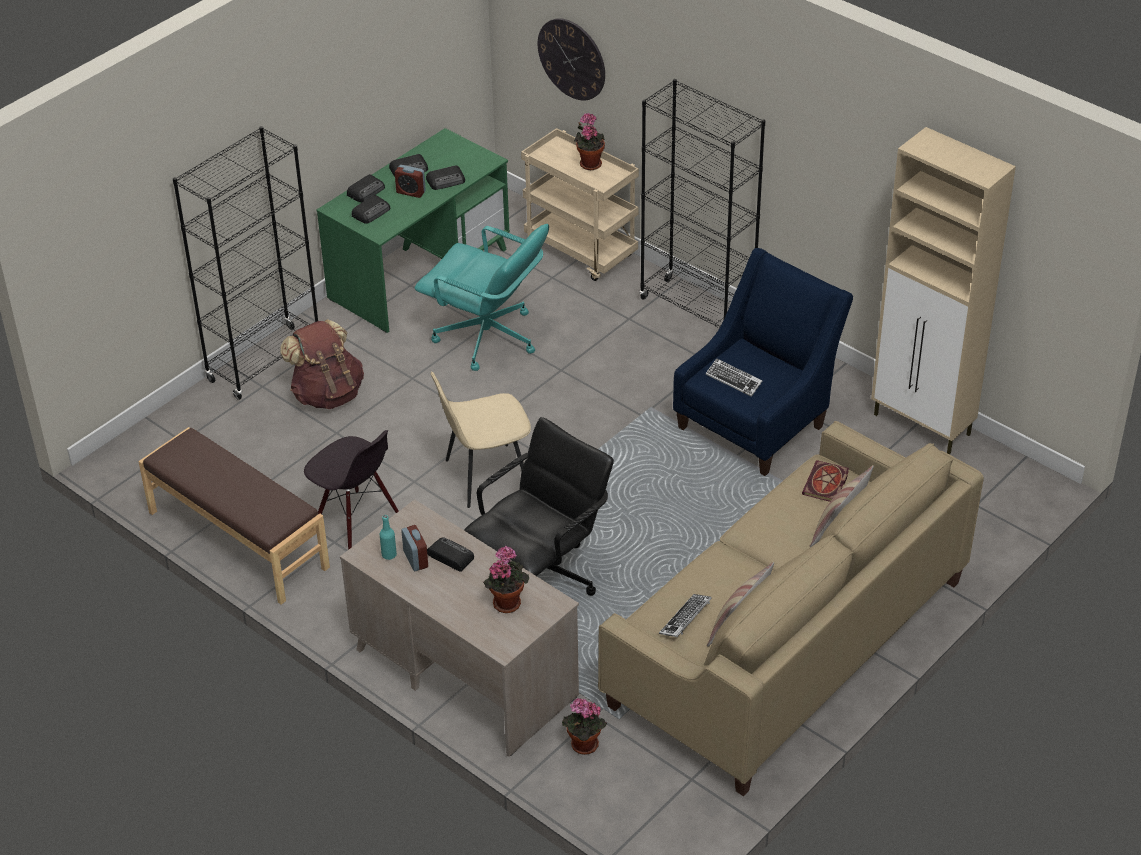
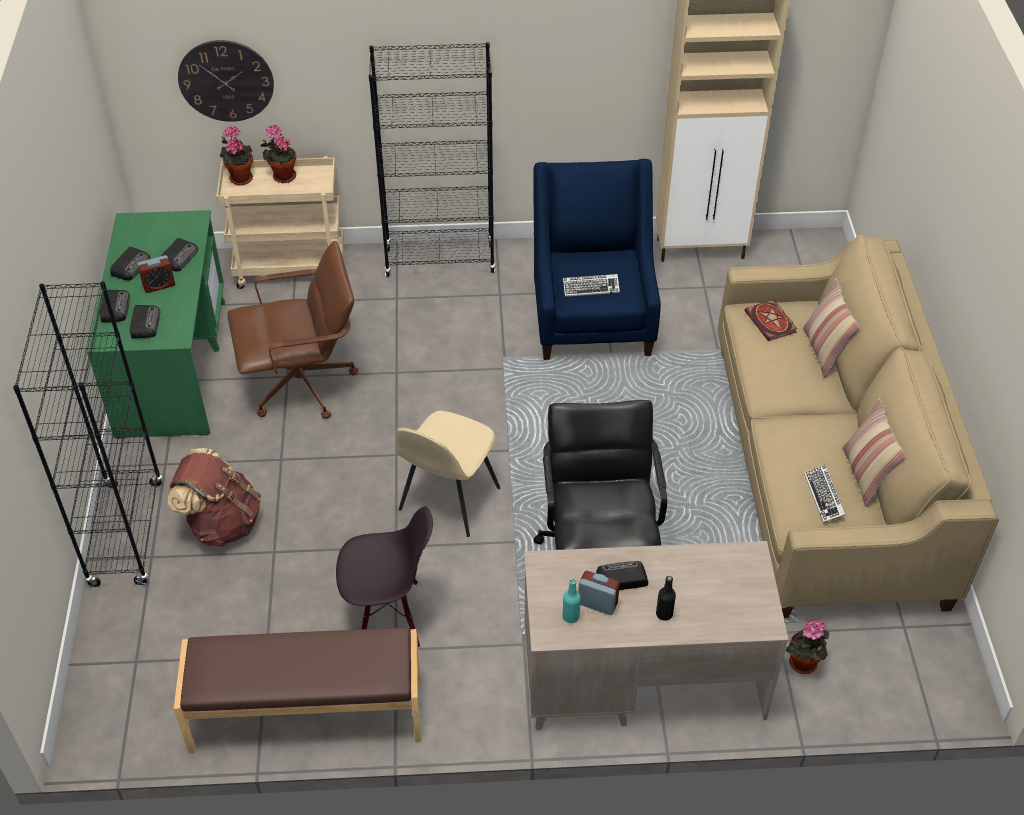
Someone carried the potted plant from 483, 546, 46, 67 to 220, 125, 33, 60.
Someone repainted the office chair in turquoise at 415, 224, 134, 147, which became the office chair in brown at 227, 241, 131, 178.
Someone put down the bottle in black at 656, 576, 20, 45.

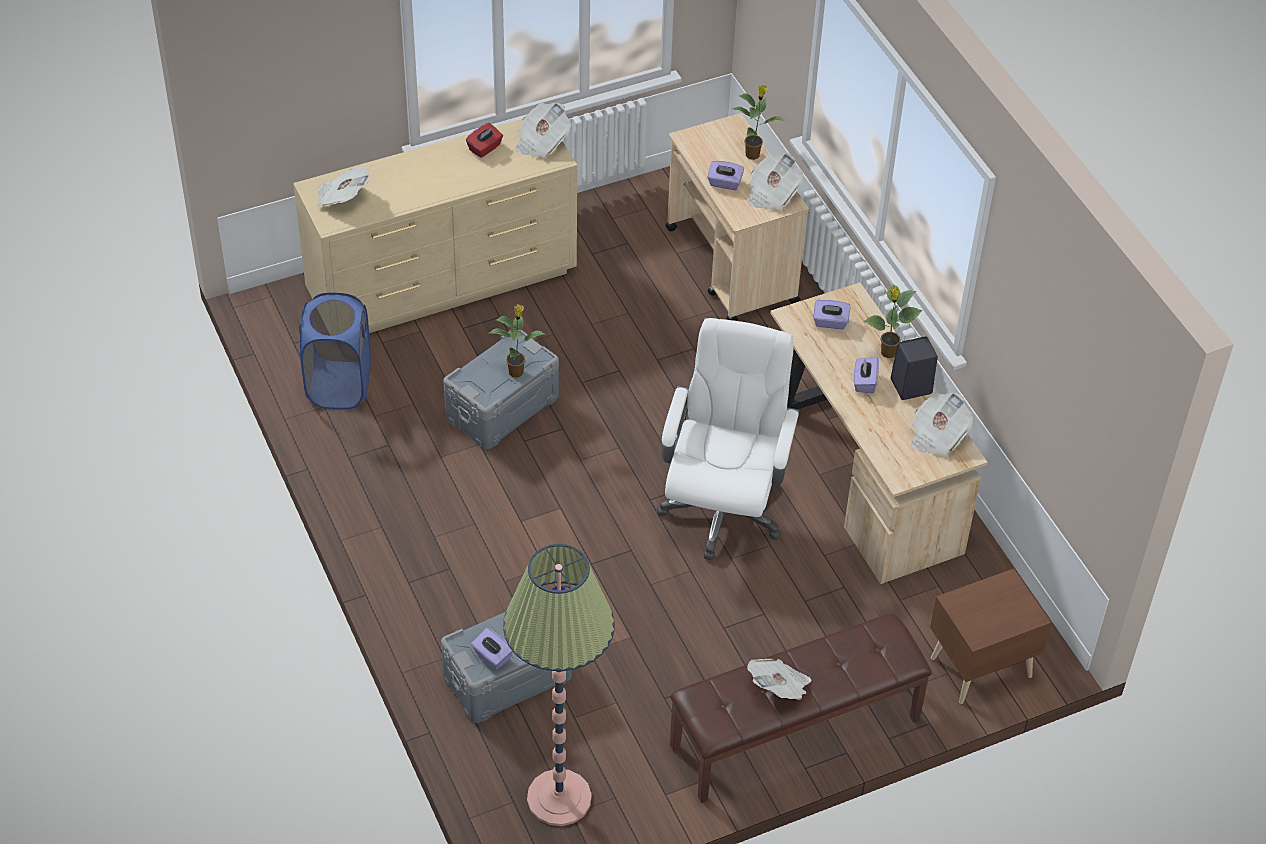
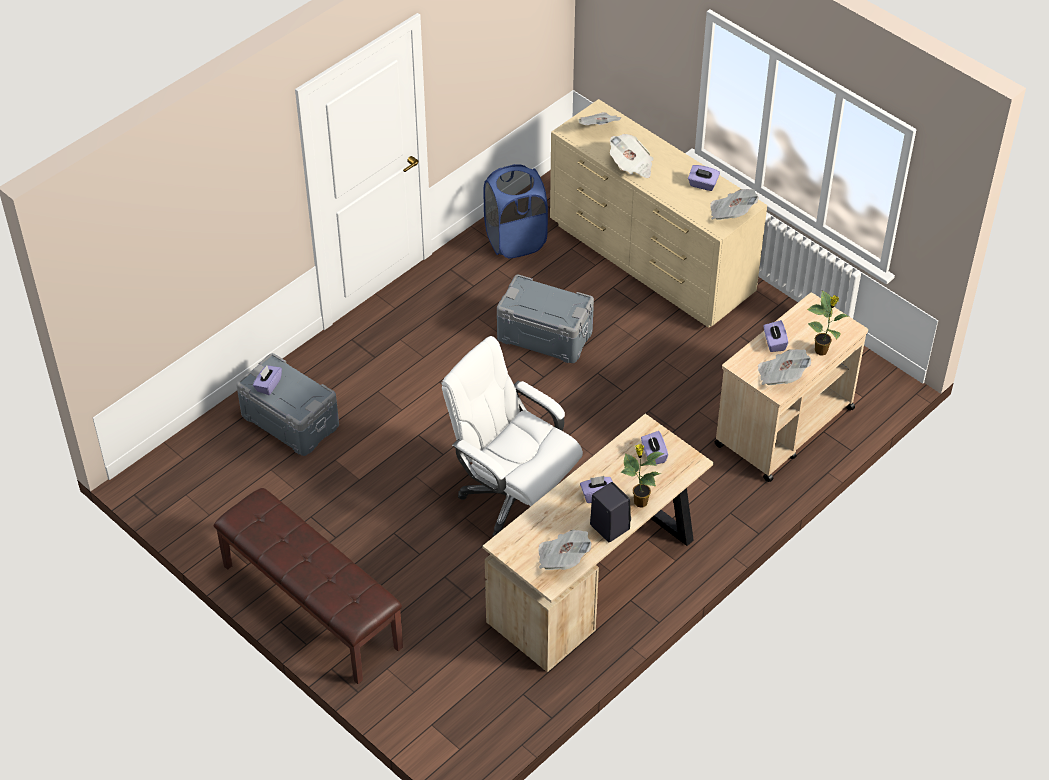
Someone rotated the office chair in white at 657, 318, 142, 242 by 135 degrees counterclockwise.
Someone carried the newspaper from 747, 659, 64, 41 to 610, 134, 43, 44.
Someone repainted the tissue box in red at 466, 123, 37, 35, which became the tissue box in purple at 688, 165, 32, 26.
Someone took away the potted plant at 489, 304, 56, 74.
Someone took away the floor lamp at 503, 544, 112, 282.
Someone took away the nightstand in brown at 930, 568, 121, 136.

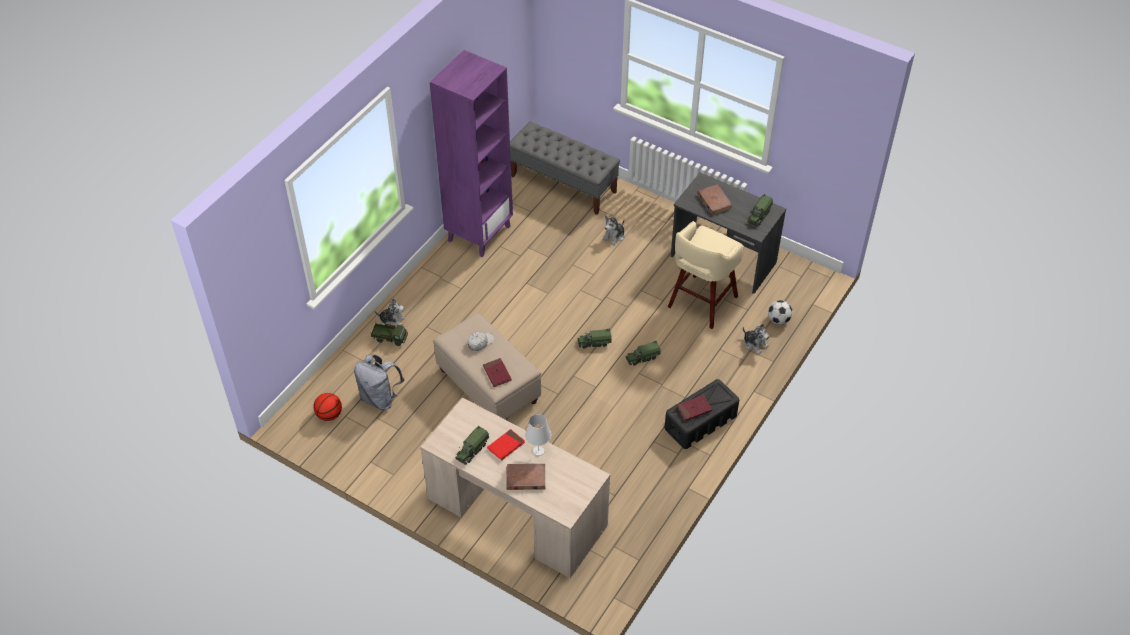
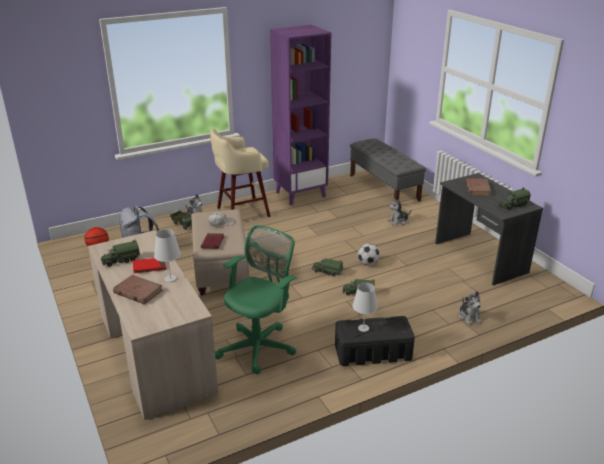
Someone carried the stool in beige from 668, 221, 76, 108 to 210, 128, 61, 89.
Someone put down the office chair in green at 215, 225, 82, 149.
Someone swapped the book in red at 677, 395, 35, 26 for the table lamp in white at 352, 283, 26, 49.
Someone carried the football from 768, 300, 24, 25 to 358, 244, 22, 22.

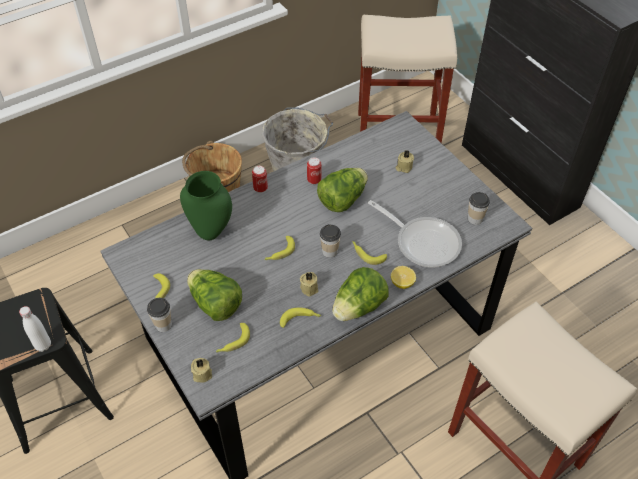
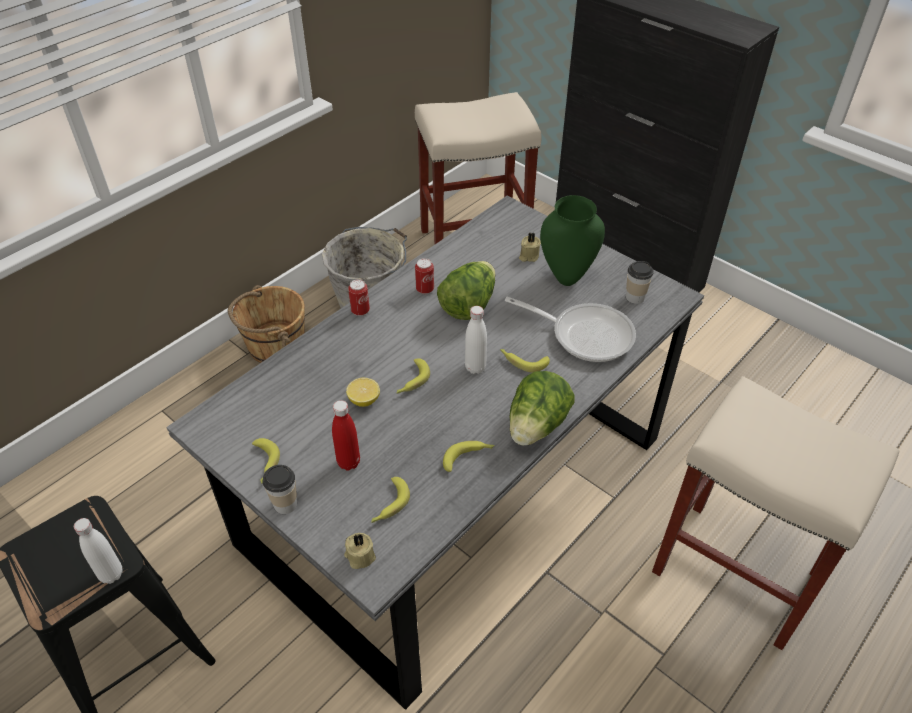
Someone swapped the lettuce at 187, 269, 55, 52 for the bottle in red at 332, 400, 28, 70.
Someone carried the lemon from 391, 266, 25, 23 to 346, 378, 34, 29.
Someone swapped the cup at 320, 224, 21, 34 for the bottle in white at 465, 306, 22, 68.
Someone carried the vase in green from 180, 171, 52, 69 to 540, 195, 65, 91.
Someone took away the candle in beige at 300, 272, 18, 25.

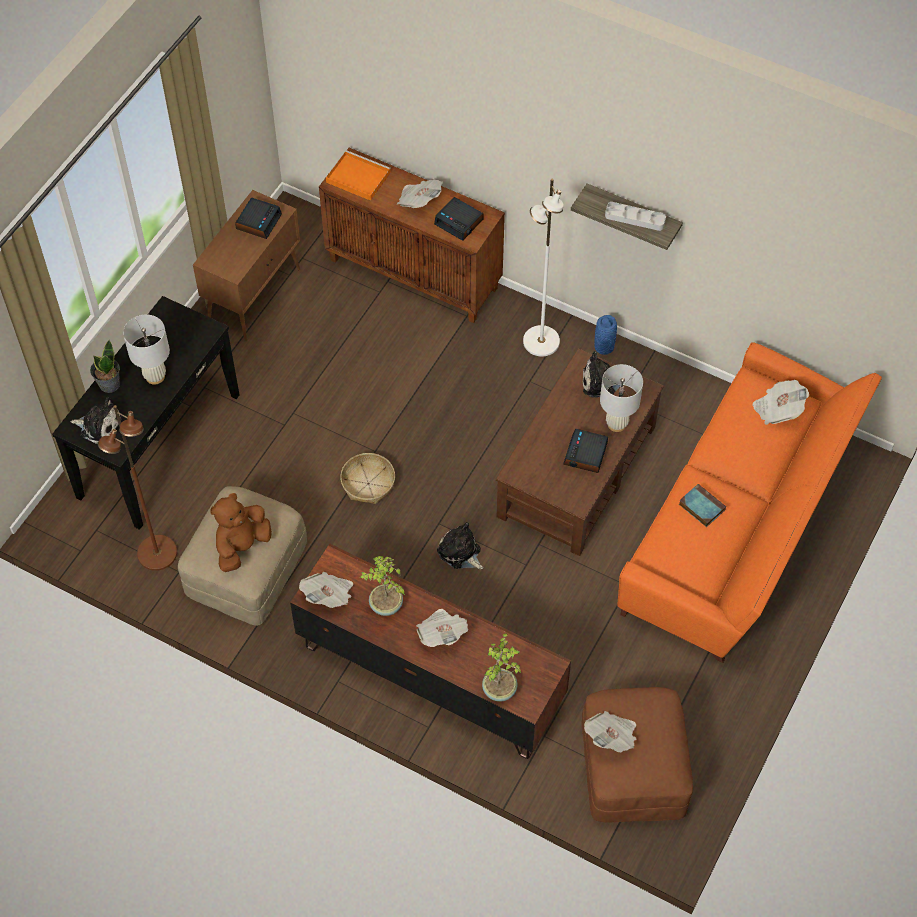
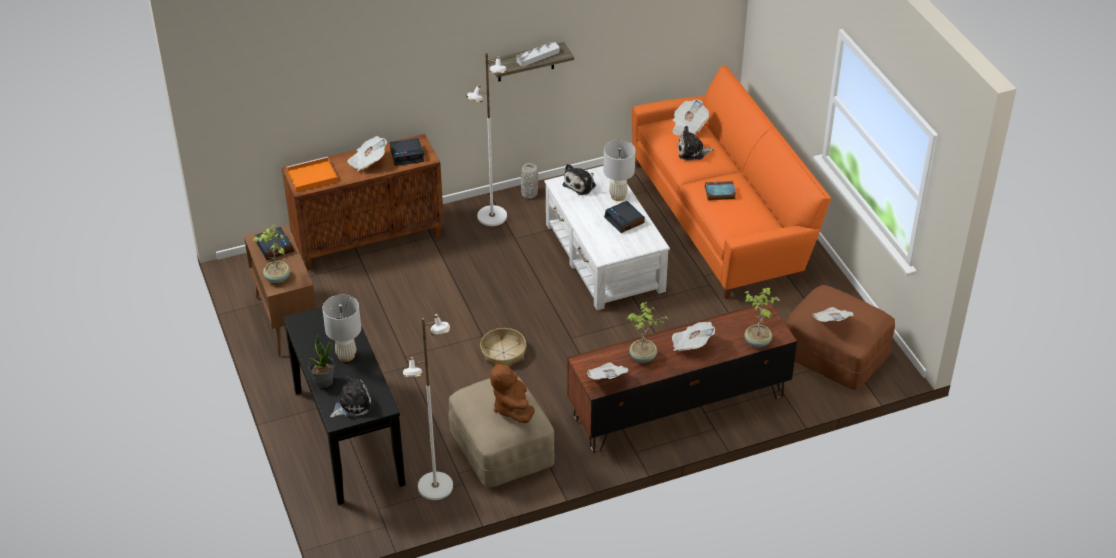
Someone put down the potted plant at 253, 225, 37, 58.
Someone repainted the floor lamp in brown at 98, 405, 79, 166, which became the floor lamp in white at 403, 314, 50, 186.
Someone repainted the vase in blue at 594, 315, 23, 40, which became the vase in grey at 521, 163, 17, 36.
Someone repainted the coffee table in brown at 496, 348, 168, 208, which became the coffee table in white at 544, 166, 126, 144.
Someone carried the plush toy from 437, 522, 46, 47 to 677, 126, 37, 35.

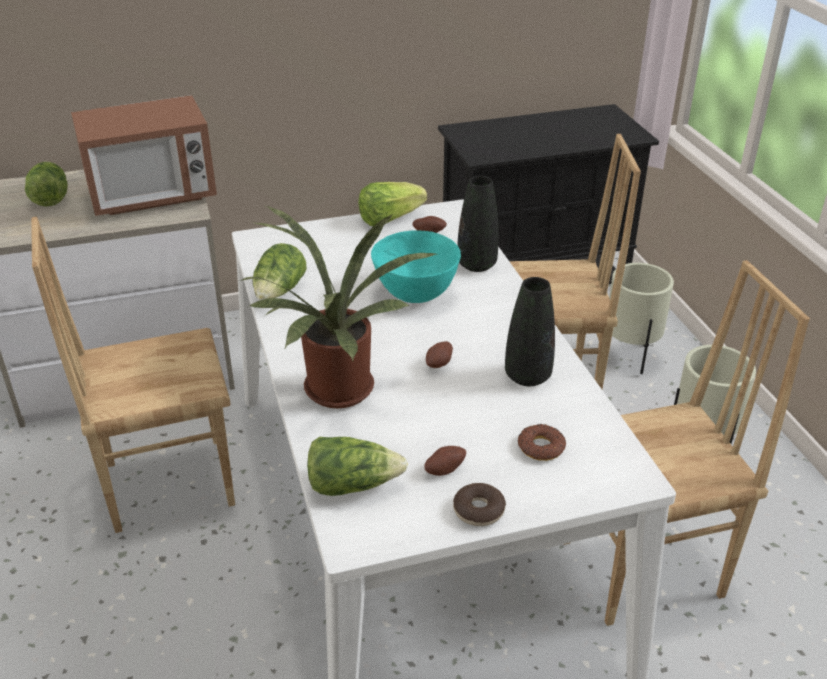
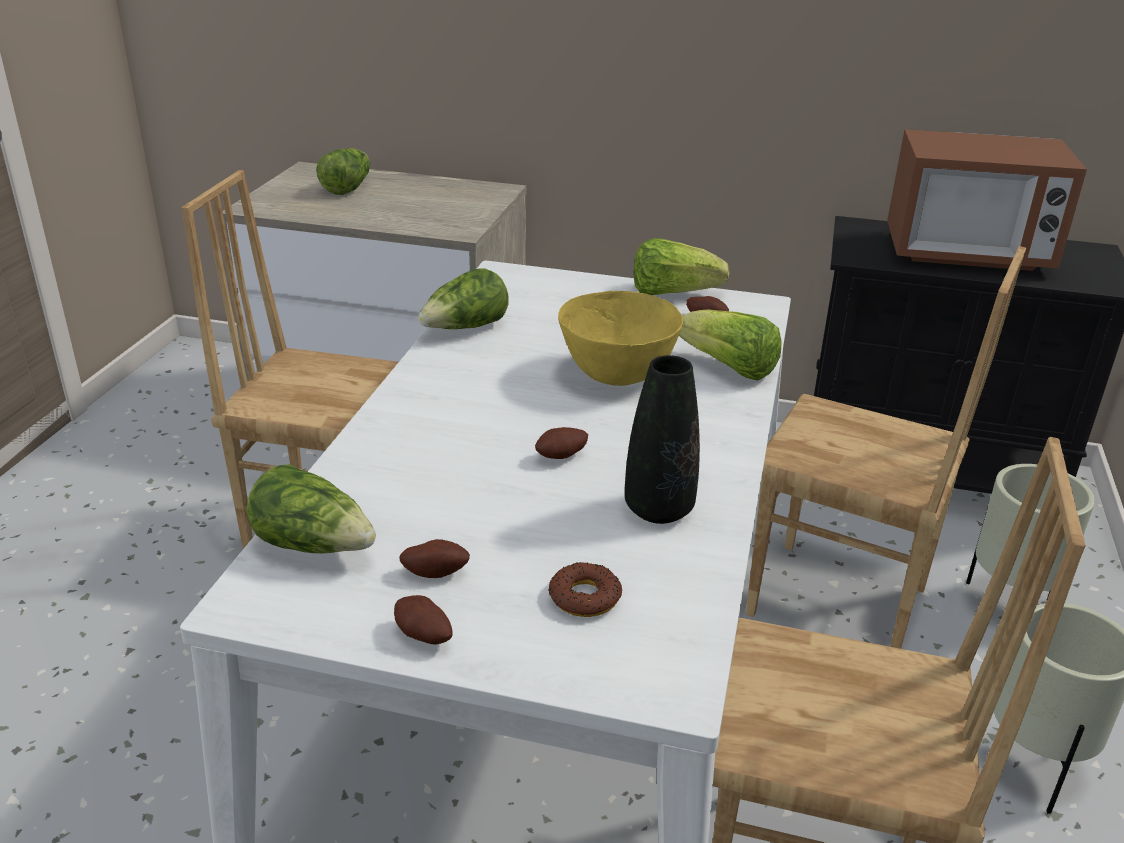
Someone swapped the donut at 453, 483, 53, 43 for the potato at 394, 595, 58, 50.
Someone repainted the bowl in turquoise at 371, 230, 90, 73, which became the bowl in yellow at 558, 291, 125, 95.
Someone swapped the vase in black at 457, 176, 42, 96 for the lettuce at 679, 310, 103, 71.
Someone carried the microwave from 71, 95, 146, 121 to 887, 129, 200, 142.
Someone took away the potted plant at 240, 206, 196, 202.

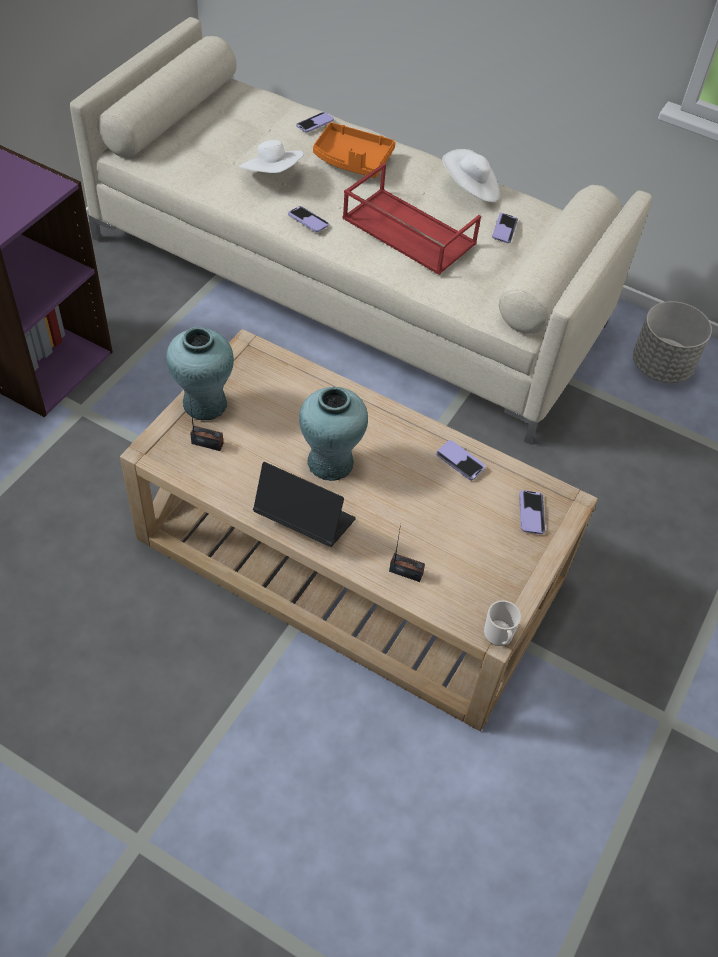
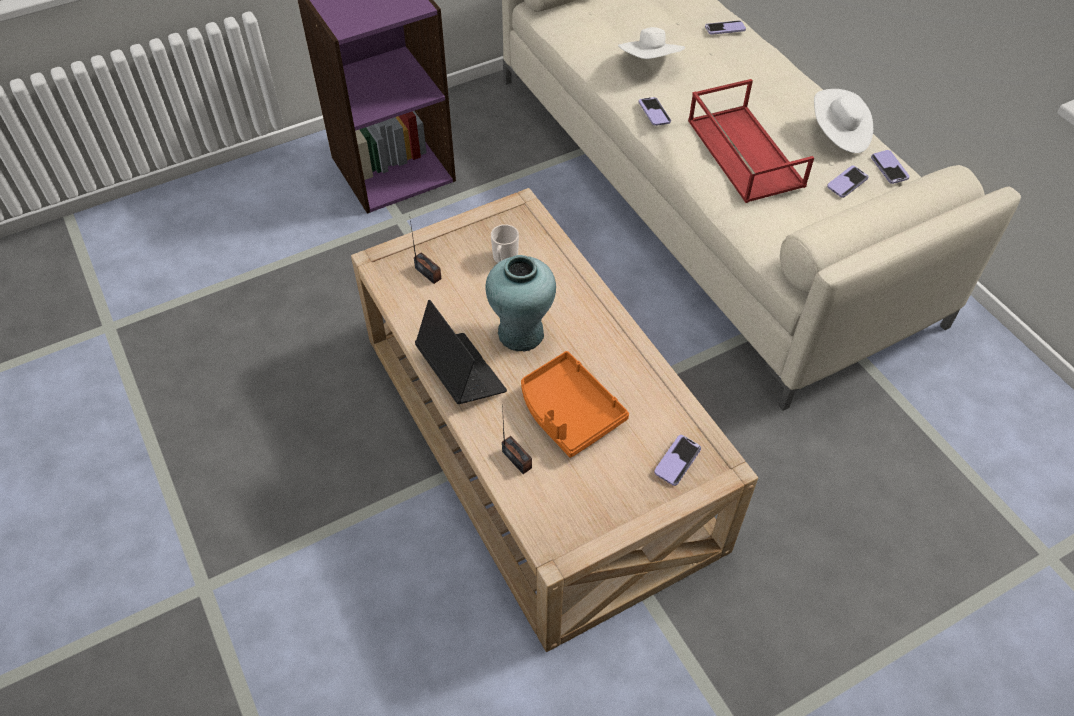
Someone carried the mug from 484, 600, 37, 46 to 491, 224, 28, 39.
Someone carried the tray in orange from 313, 122, 82, 56 to 521, 351, 108, 107.
Someone carried the phone from 436, 440, 49, 40 to 871, 150, 38, 34.
Someone took away the vase in turquoise at 166, 327, 68, 93.
Someone took away the planter in grey at 633, 301, 79, 82.

